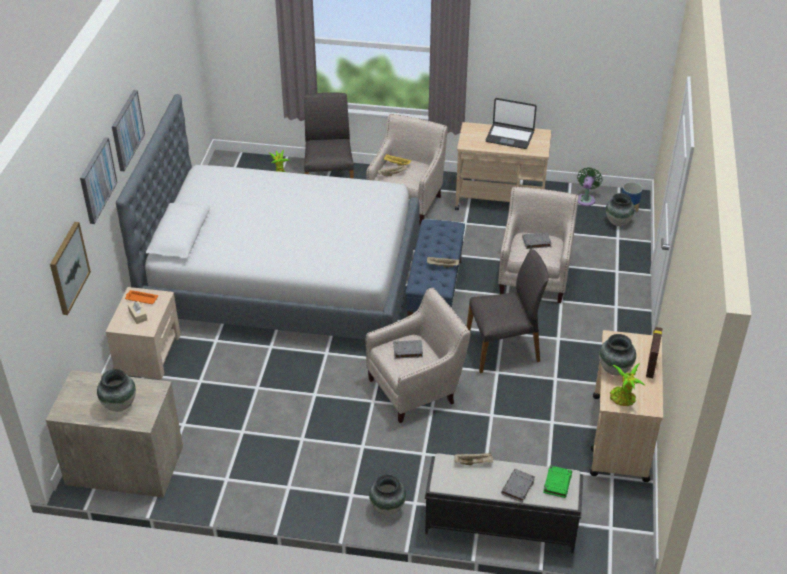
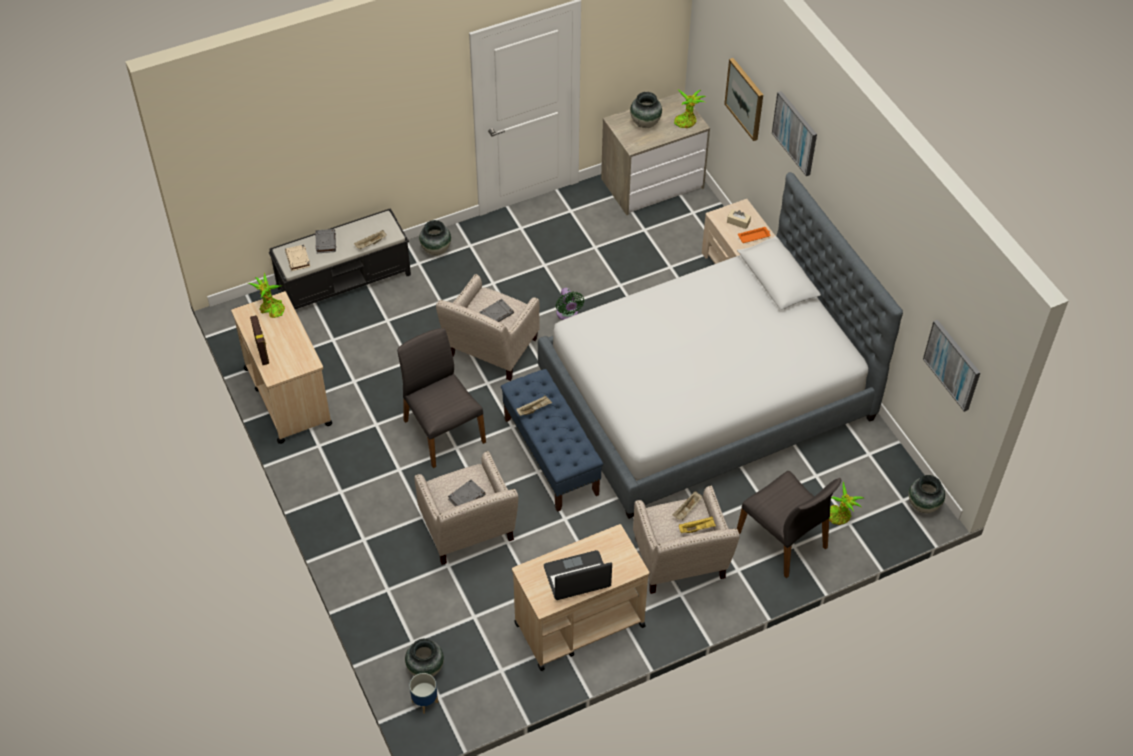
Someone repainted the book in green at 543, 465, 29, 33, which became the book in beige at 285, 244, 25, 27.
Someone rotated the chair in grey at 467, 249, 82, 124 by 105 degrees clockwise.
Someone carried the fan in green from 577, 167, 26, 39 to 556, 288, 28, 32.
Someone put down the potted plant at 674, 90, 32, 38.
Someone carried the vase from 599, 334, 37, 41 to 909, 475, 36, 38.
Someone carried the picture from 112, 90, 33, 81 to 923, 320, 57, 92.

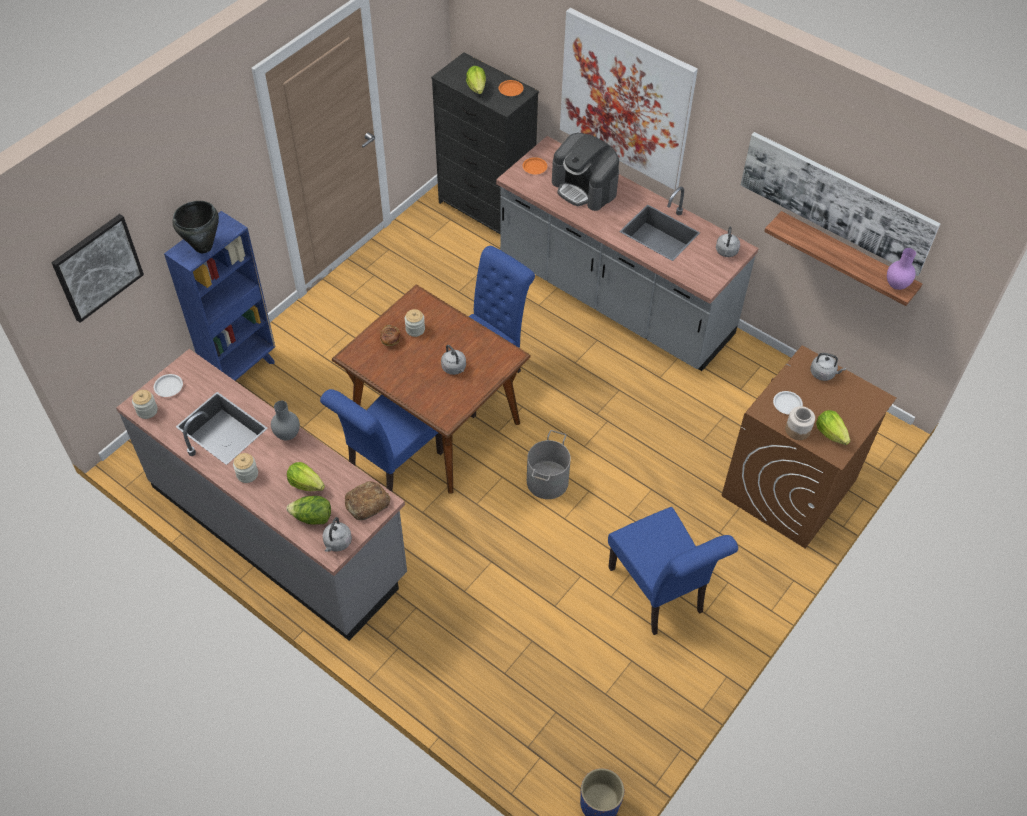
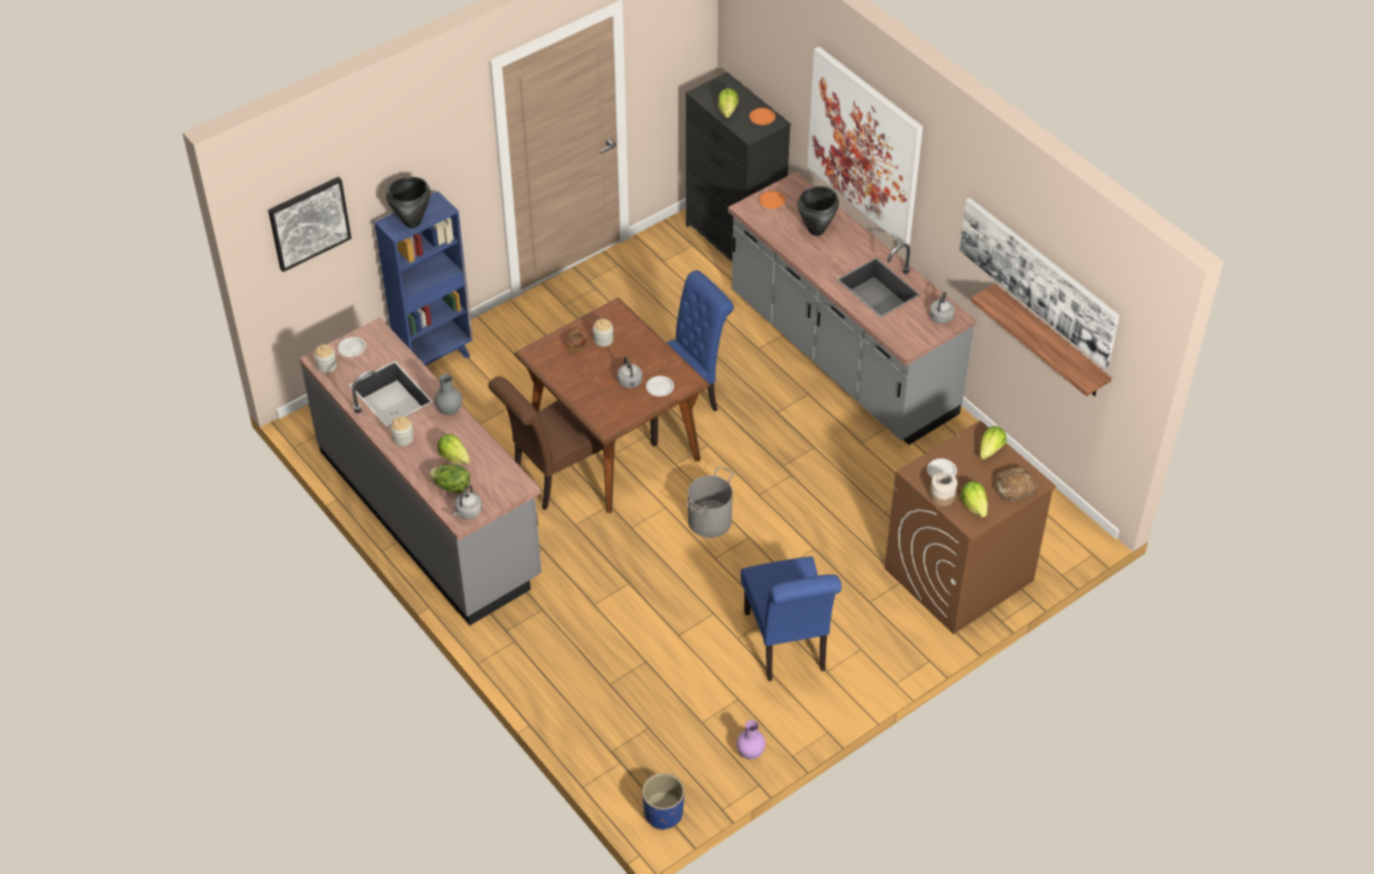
Someone repainted the chair in blue at 320, 389, 123, 103, which became the chair in brown at 488, 376, 128, 134.
Someone put down the plate in white at 646, 376, 28, 20.
Someone carried the vase in purple from 887, 248, 29, 42 to 737, 720, 29, 39.
Someone swapped the coffee machine at 552, 133, 67, 78 for the cooking pot in black at 797, 186, 42, 50.
Someone swapped the kettle in grey at 810, 353, 36, 28 for the lettuce at 980, 426, 27, 33.
Someone carried the bread from 345, 481, 46, 39 to 993, 467, 45, 34.

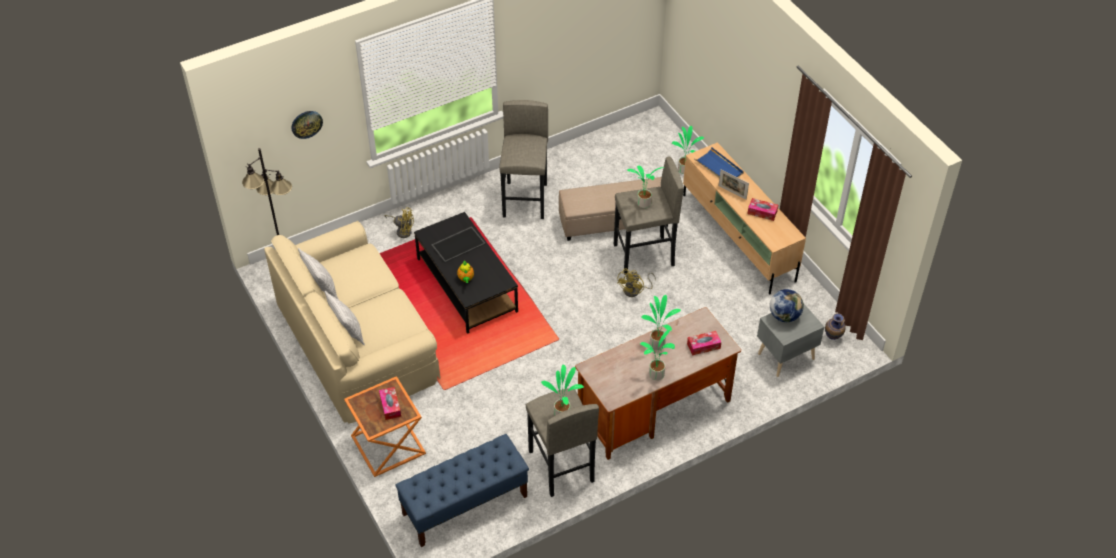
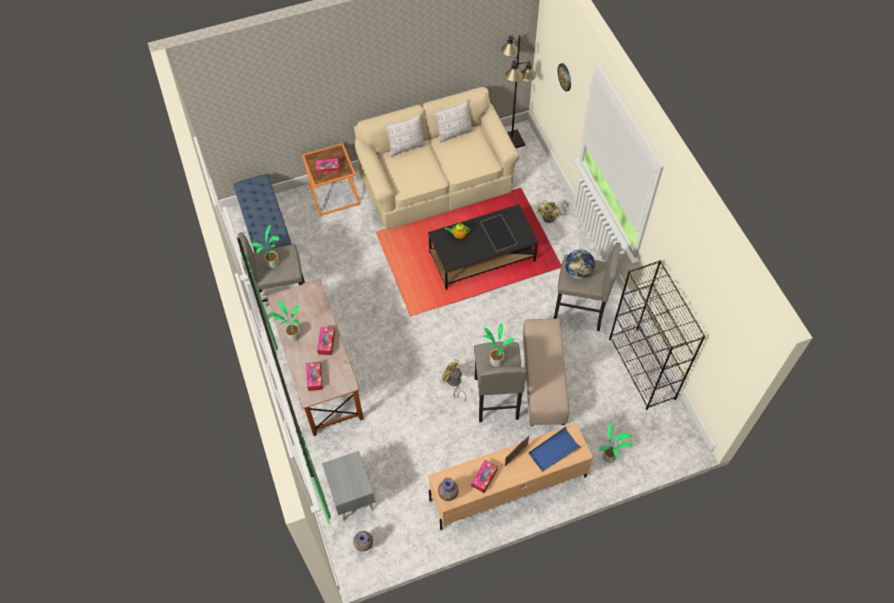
Someone swapped the potted plant at 641, 295, 40, 55 for the tissue box at 317, 327, 18, 28.
Someone put down the vase at 438, 478, 21, 23.
Someone carried the globe from 770, 289, 34, 33 to 565, 249, 30, 30.
Someone put down the bookcase in black at 609, 260, 97, 150.

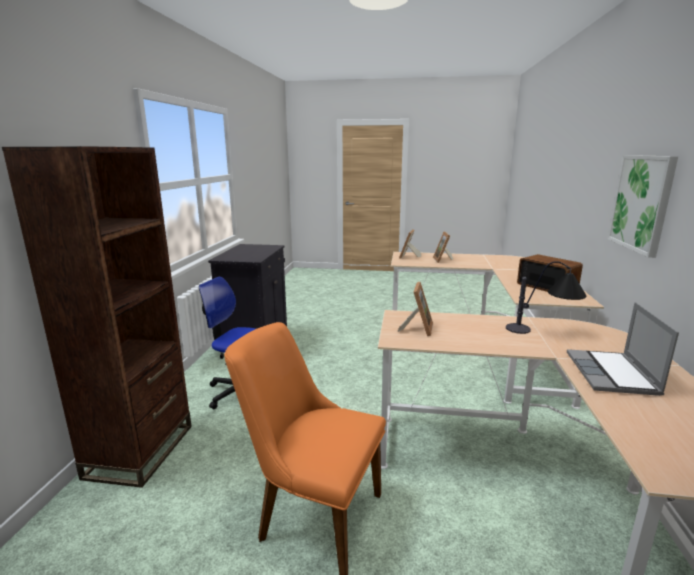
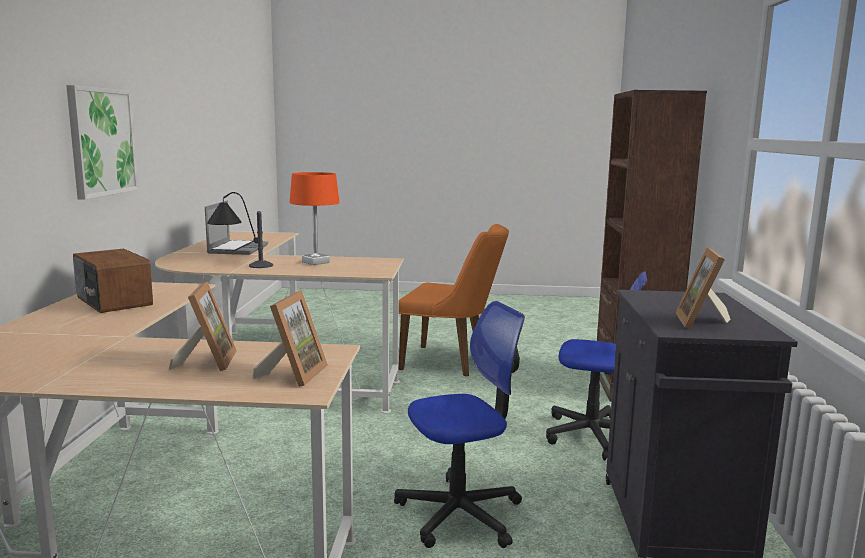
Someone put down the table lamp in orange at 290, 172, 50, 93.
Someone put down the office chair at 394, 301, 131, 247.
Someone carried the picture frame from 397, 282, 36, 54 to 675, 248, 56, 81.

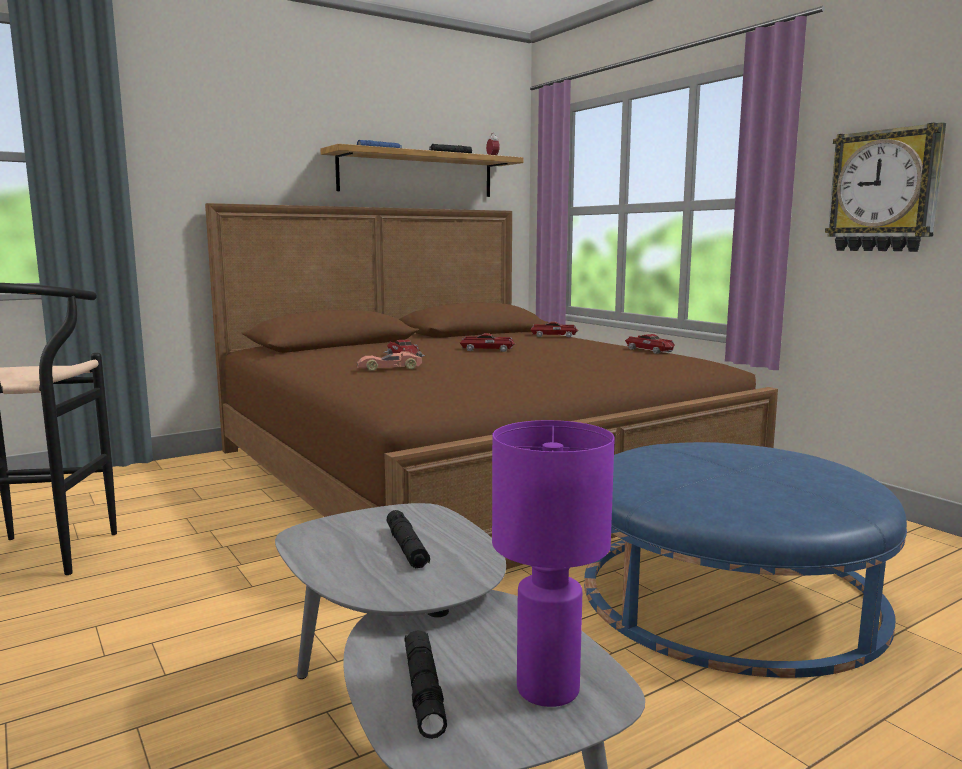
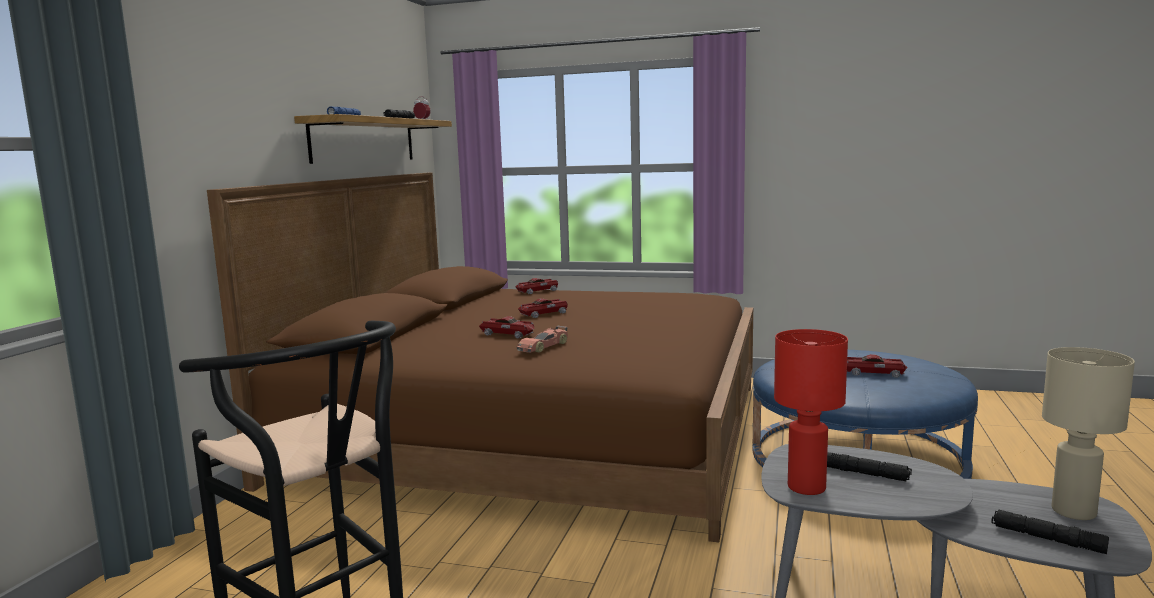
Someone put down the table lamp in red at 774, 329, 74, 166.
Someone carried the toy car from 625, 334, 50, 20 to 847, 354, 61, 24.
Someone repainted the table lamp in purple at 492, 420, 122, 287, which became the table lamp in beige at 1042, 347, 93, 173.
Someone took away the wall clock at 825, 122, 121, 130.

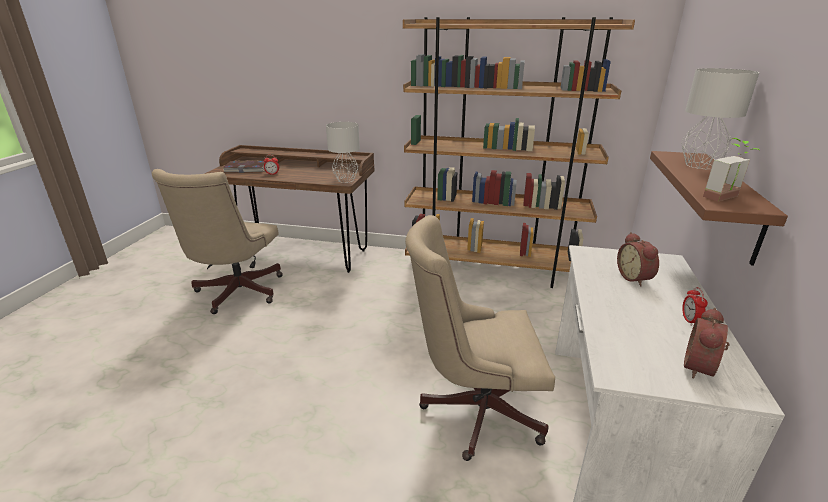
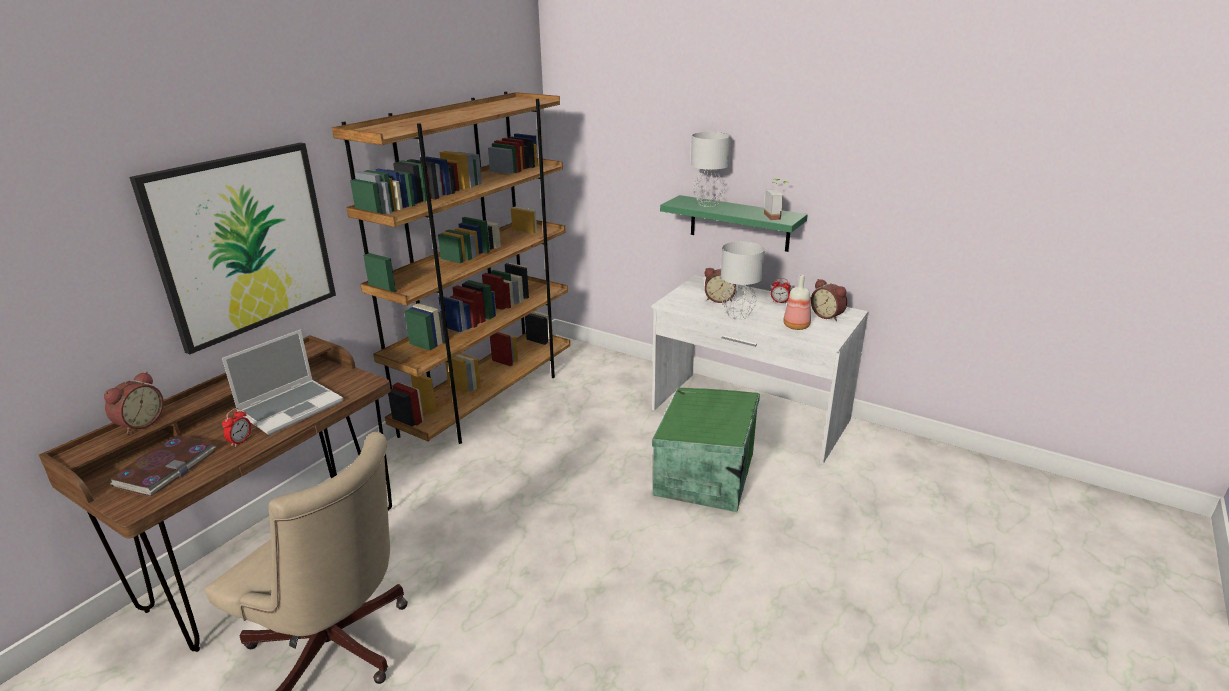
Someone put down the alarm clock at 104, 371, 60, 63.
Someone put up the picture at 129, 143, 207, 212.
Someone put down the laptop at 222, 329, 121, 106.
Someone swapped the office chair in beige at 405, 215, 150, 246 for the storage box in green at 652, 388, 108, 124.
Someone repainted the shelf in brown at 650, 151, 138, 115, which became the shelf in green at 660, 195, 148, 57.
Someone carried the table lamp in grey from 326, 122, 34, 61 to 721, 241, 44, 79.
Someone put down the bottle at 783, 275, 28, 55.

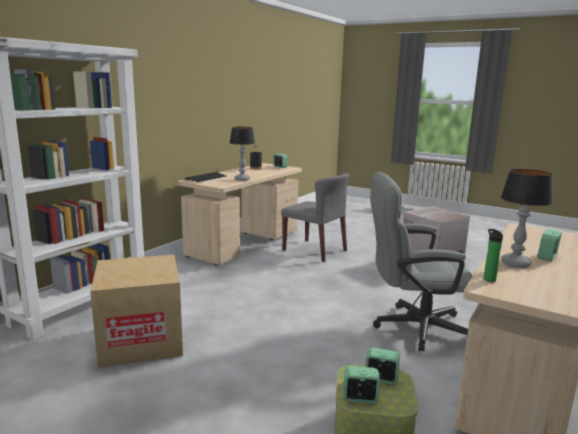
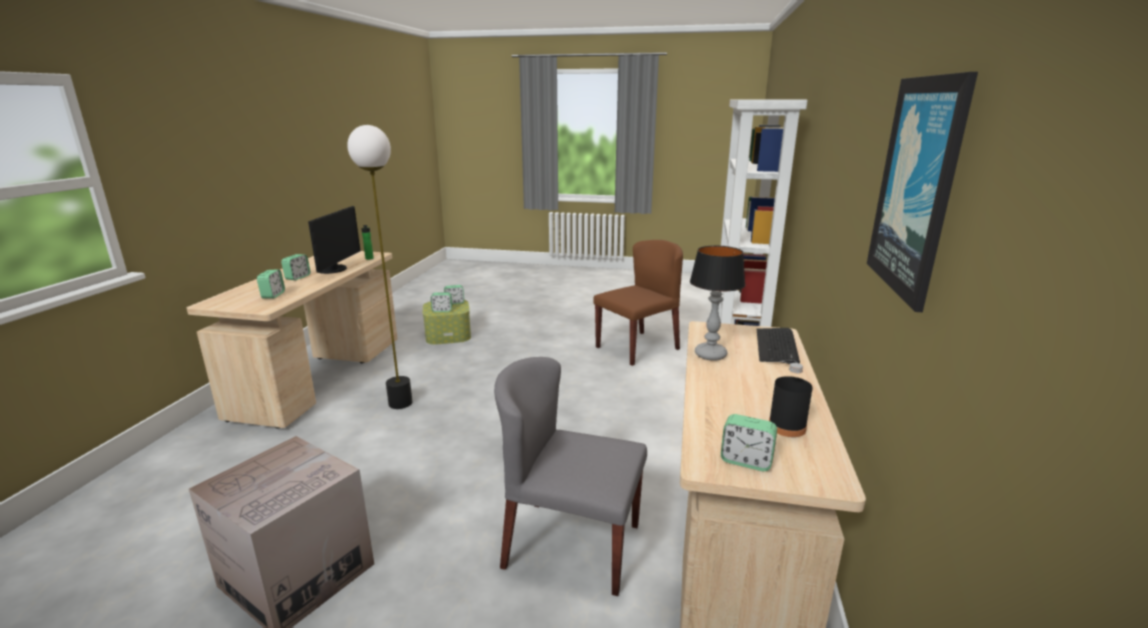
Someone put down the alarm clock at 257, 269, 28, 30.
Someone swapped the table lamp at 501, 169, 52, 99 for the monitor at 308, 206, 52, 68.
Someone swapped the office chair in grey at 370, 172, 103, 179 for the floor lamp at 347, 125, 65, 284.
Someone swapped the cardboard box at 90, 255, 93, 113 for the chair in brown at 593, 240, 90, 126.
Someone put up the picture at 867, 72, 111, 240.

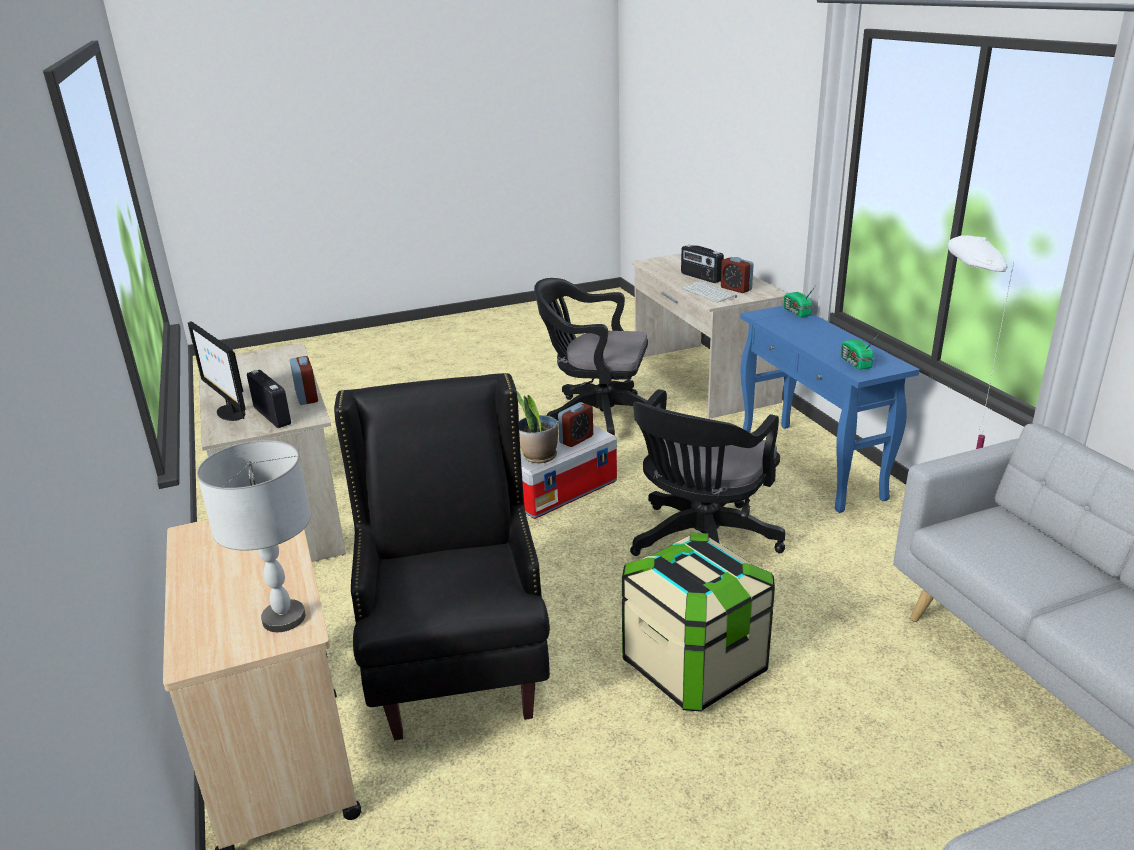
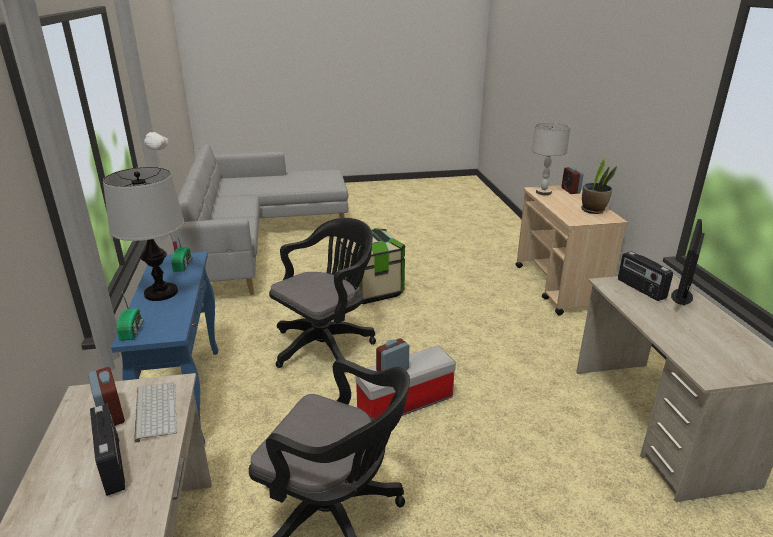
Someone put down the table lamp at 103, 167, 82, 134.
Someone carried the alarm clock from 290, 356, 28, 49 to 562, 167, 22, 27.
Someone carried the potted plant from 516, 390, 42, 74 to 581, 158, 36, 56.
Someone rotated the monitor at 188, 322, 58, 99 by 120 degrees counterclockwise.
Someone took away the armchair in black at 334, 373, 216, 367.

